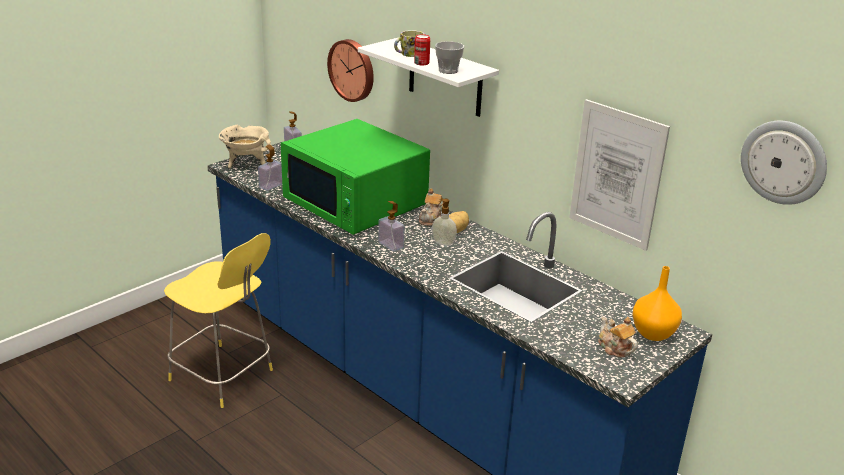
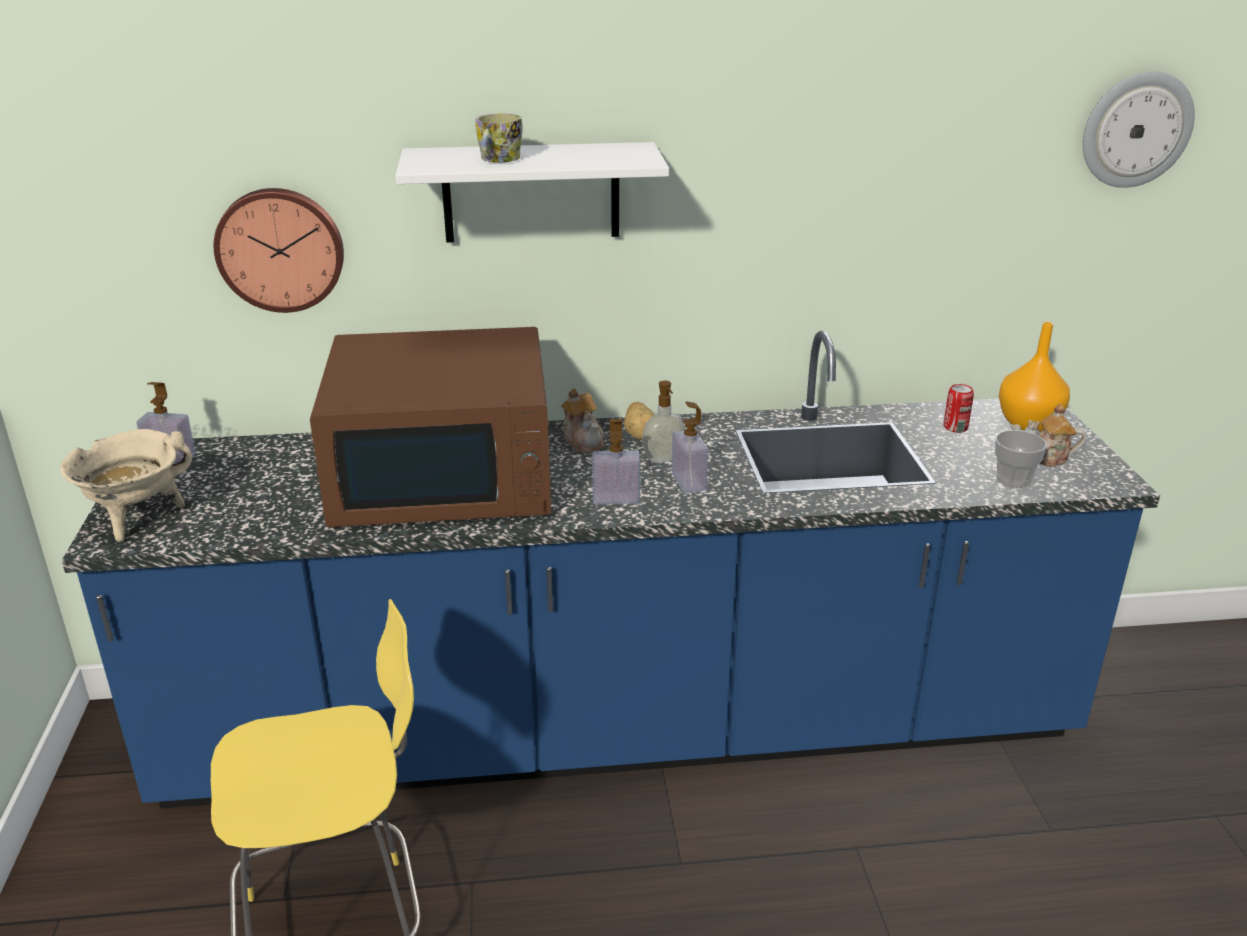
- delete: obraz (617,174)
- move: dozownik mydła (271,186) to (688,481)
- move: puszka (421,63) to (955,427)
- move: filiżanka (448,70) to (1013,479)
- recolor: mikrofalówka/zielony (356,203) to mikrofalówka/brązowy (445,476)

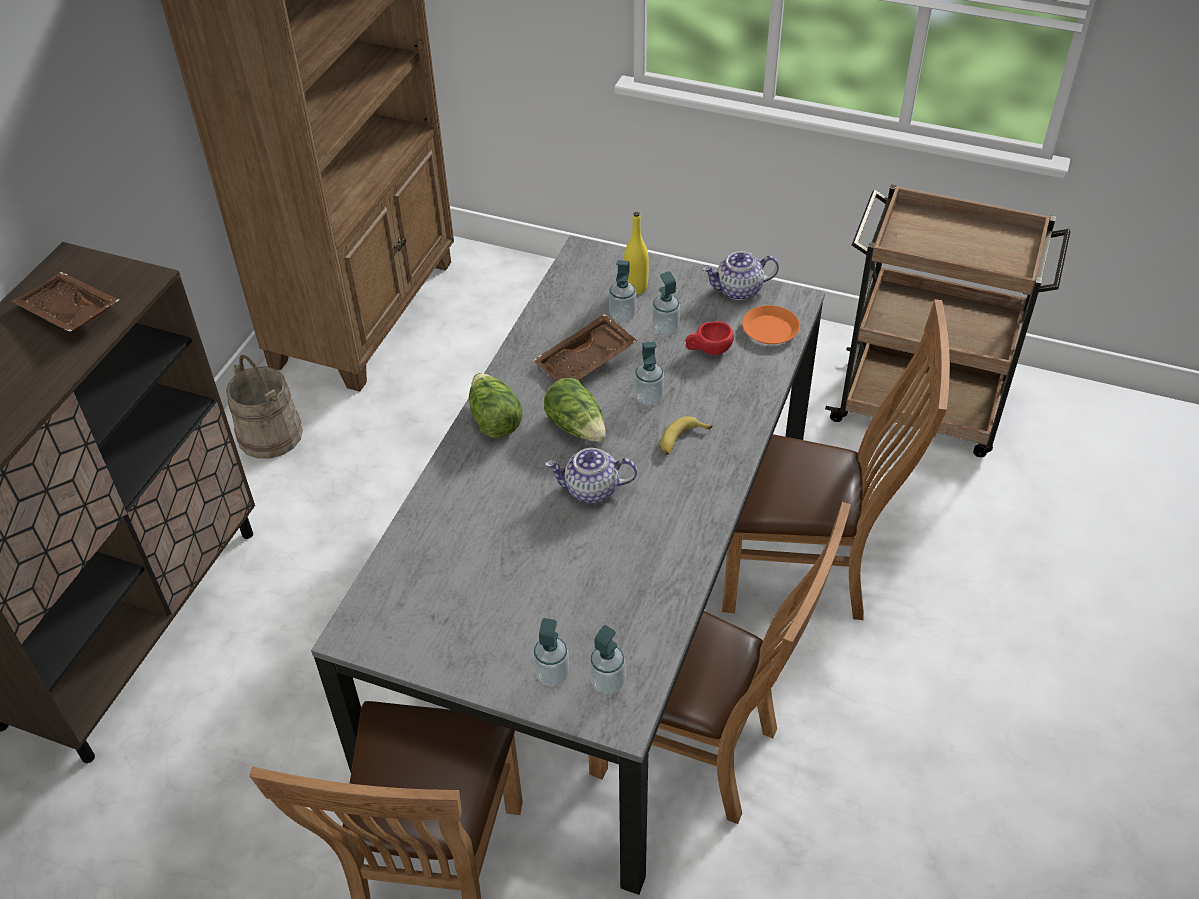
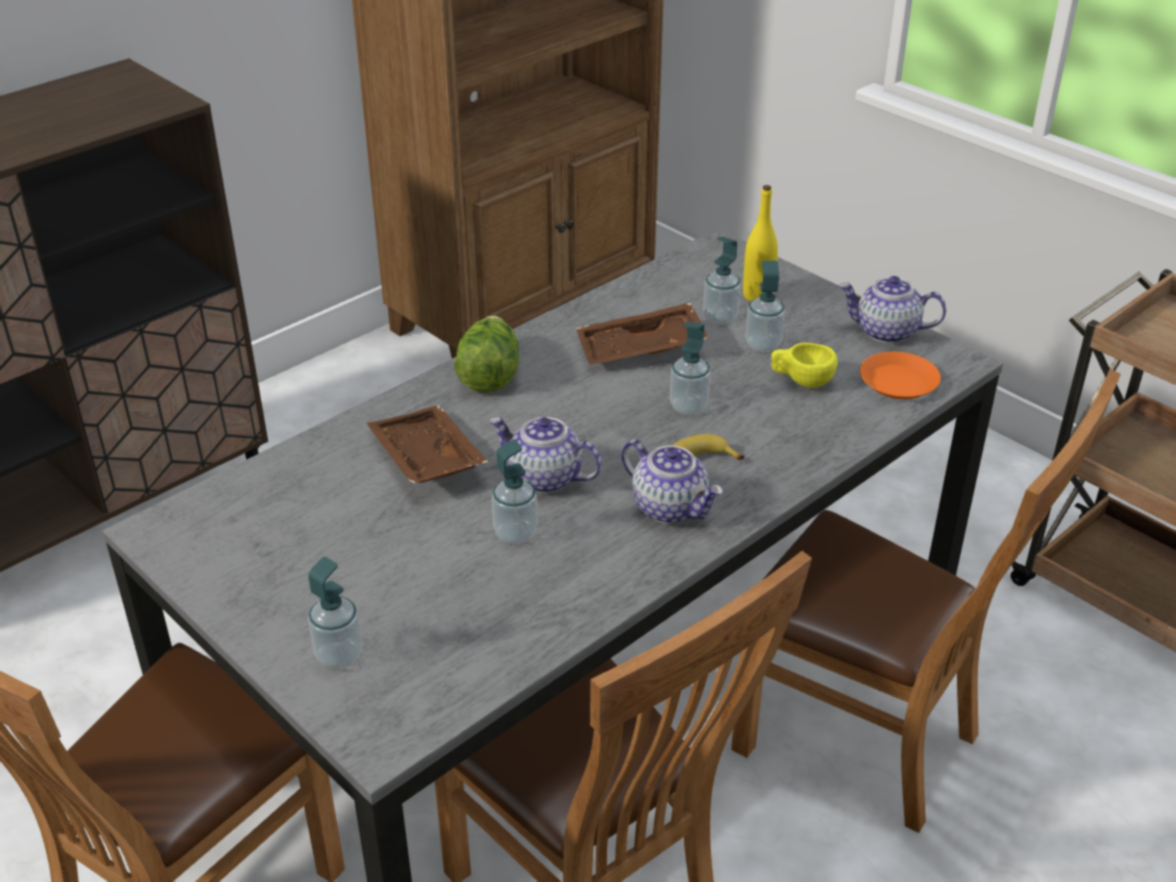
- delete: wiadro/beżowy (269,435)
- delete: sałata (577,426)
- insert: imbryk (671,507)
- move: taca/brązowy (68,314) to (424,459)
- move: dozownik mydła (608,682) to (515,534)
- recolor: filiżanka/czerwony (708,350) to filiżanka/żółty (801,380)

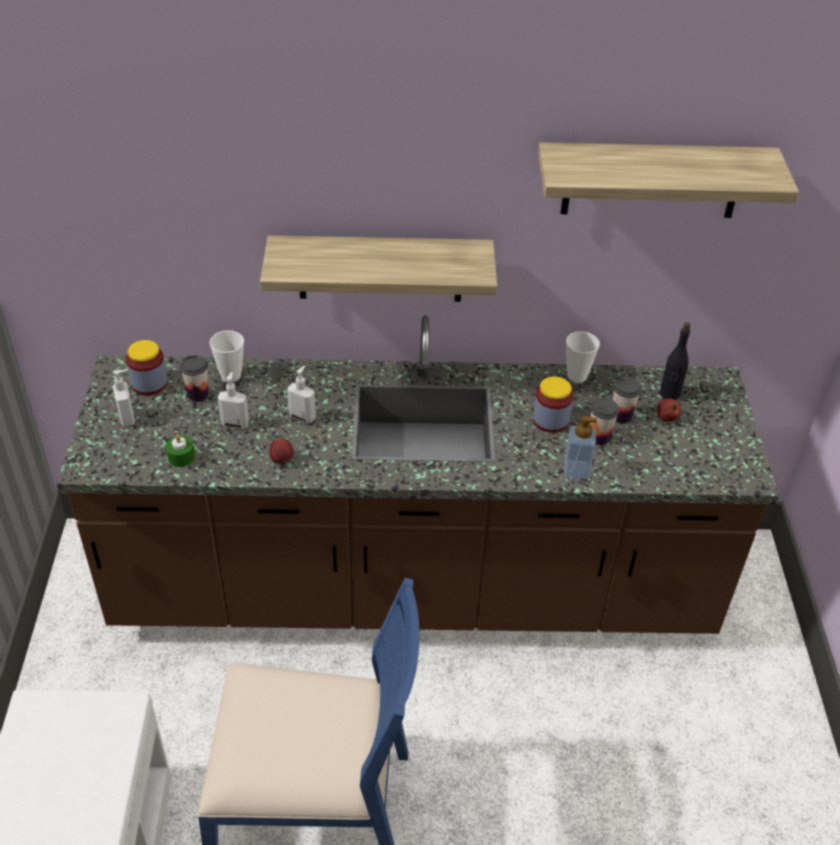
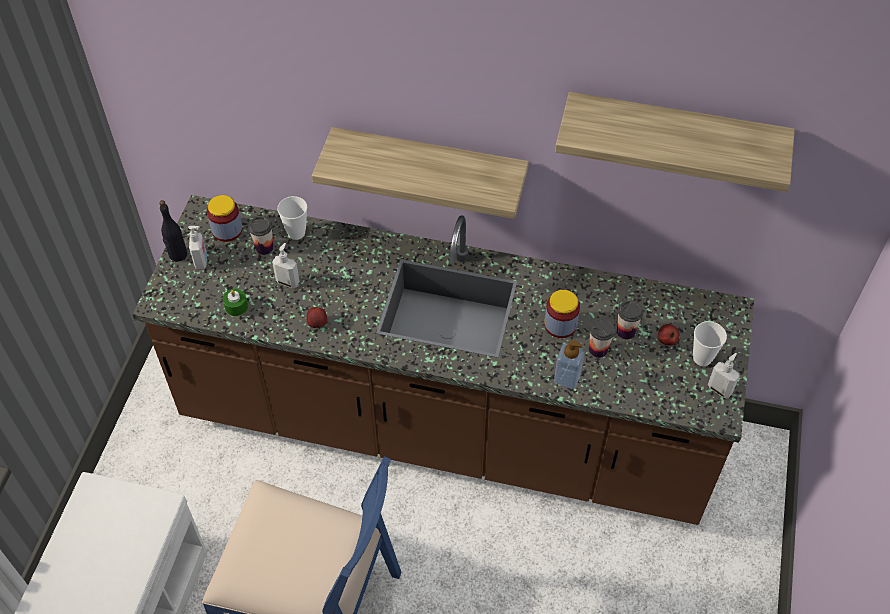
- move: dozownik mydła (303,417) to (720,389)
- move: filiżanka (577,376) to (702,358)
- move: butelka/czarny (669,394) to (178,255)

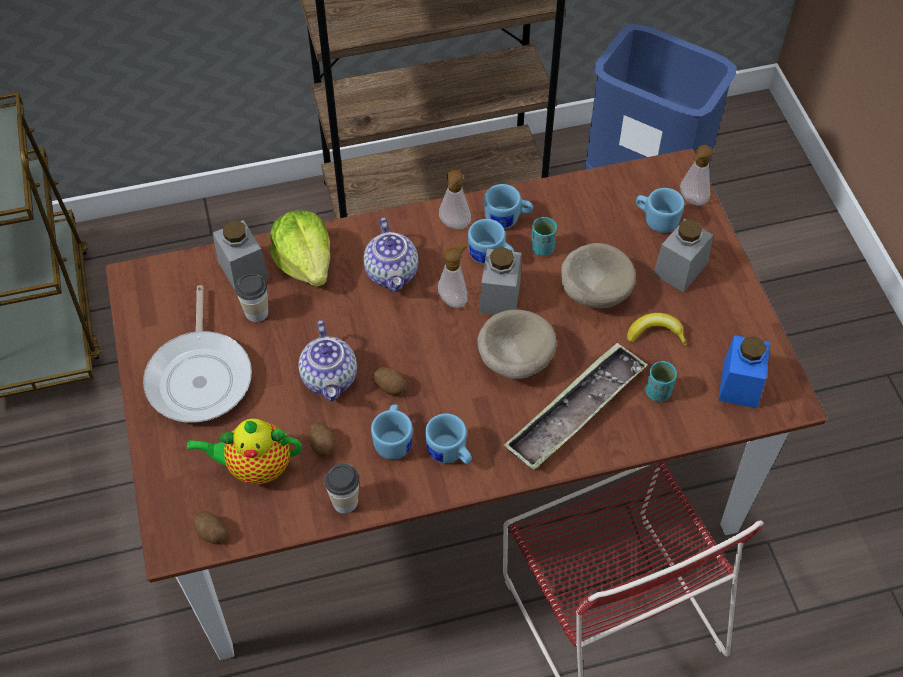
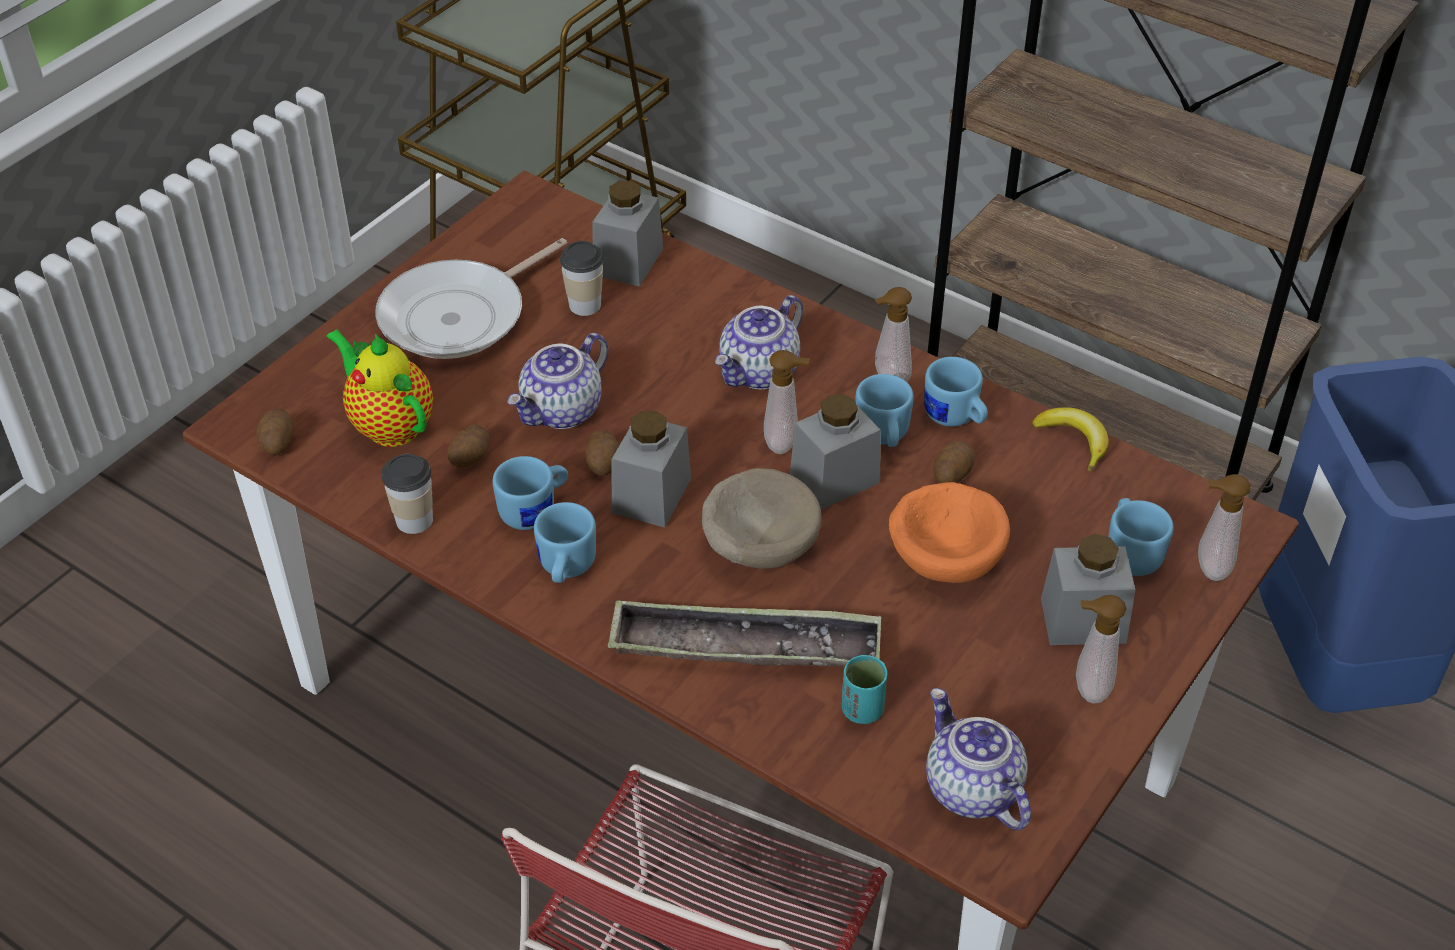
- delete: sałata (305,262)
- insert: słoik/szary (651,495)
- insert: dozownik mydła (1087,688)
- move: banan (655,333) to (1074,441)
- replace: filiżanka/turkusowy (542,248) to ziemniak (951,473)
- replace: słoik/niebieski (740,384) to imbryk (971,789)
- recolor: miska/beżowy (594,290) to miska/pomarańczowy (946,557)

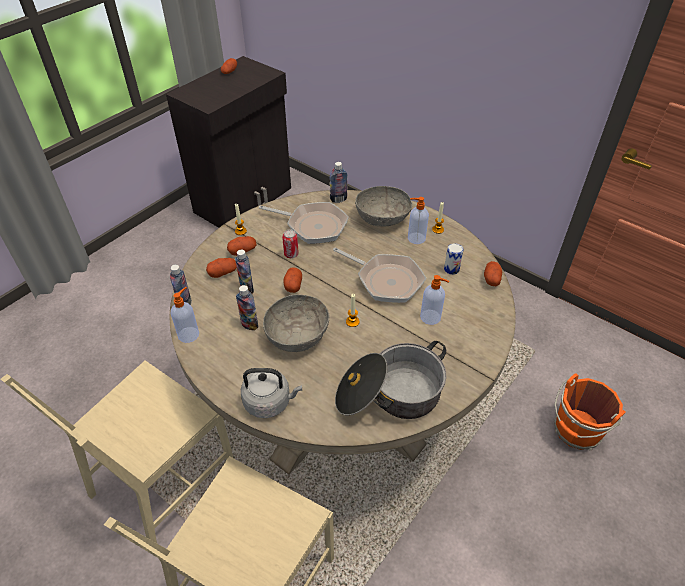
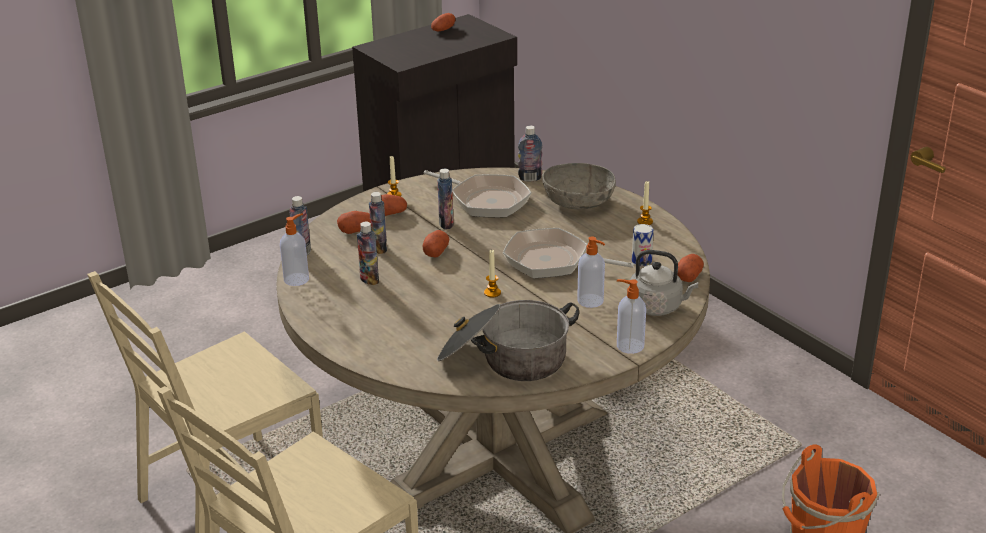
- delete: miska/szary (297,335)
- move: czajnik/szary (270,402) to (658,307)
- move: dozownik mydła (415,238) to (629,346)
- replace: puszka (291,254) to butelka (446,224)
- rotate: patelnia (386,280) = (552,261) 150 degrees clockwise

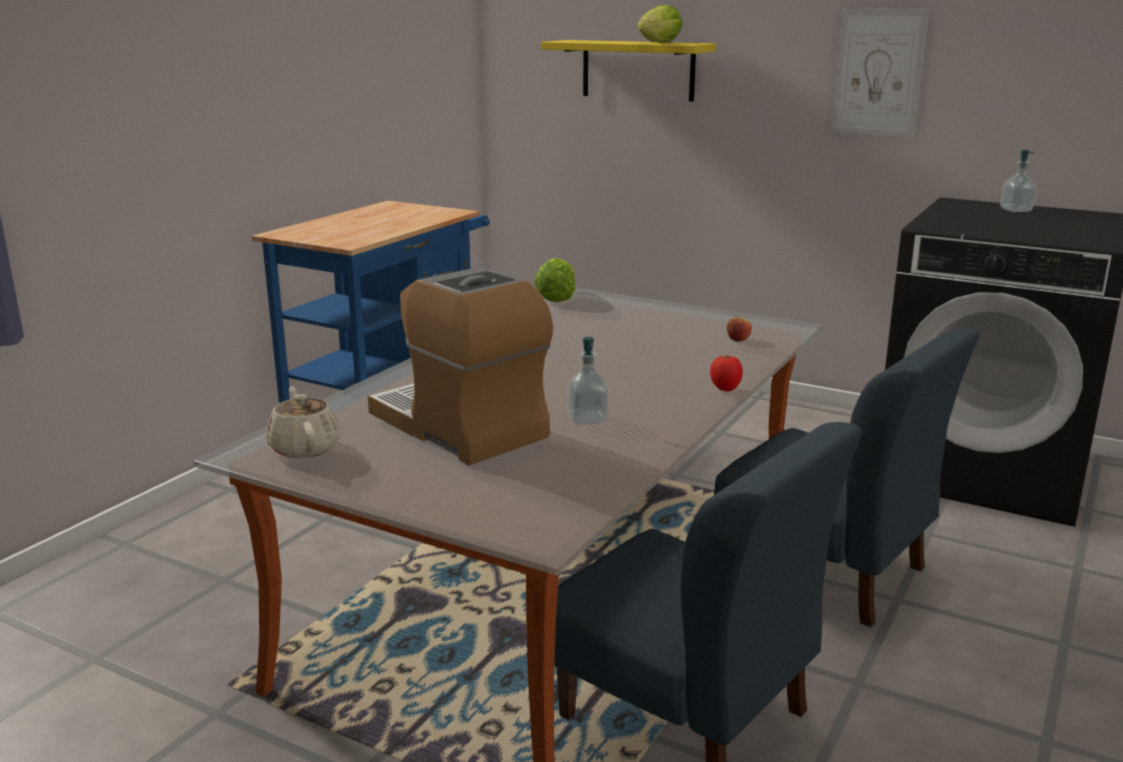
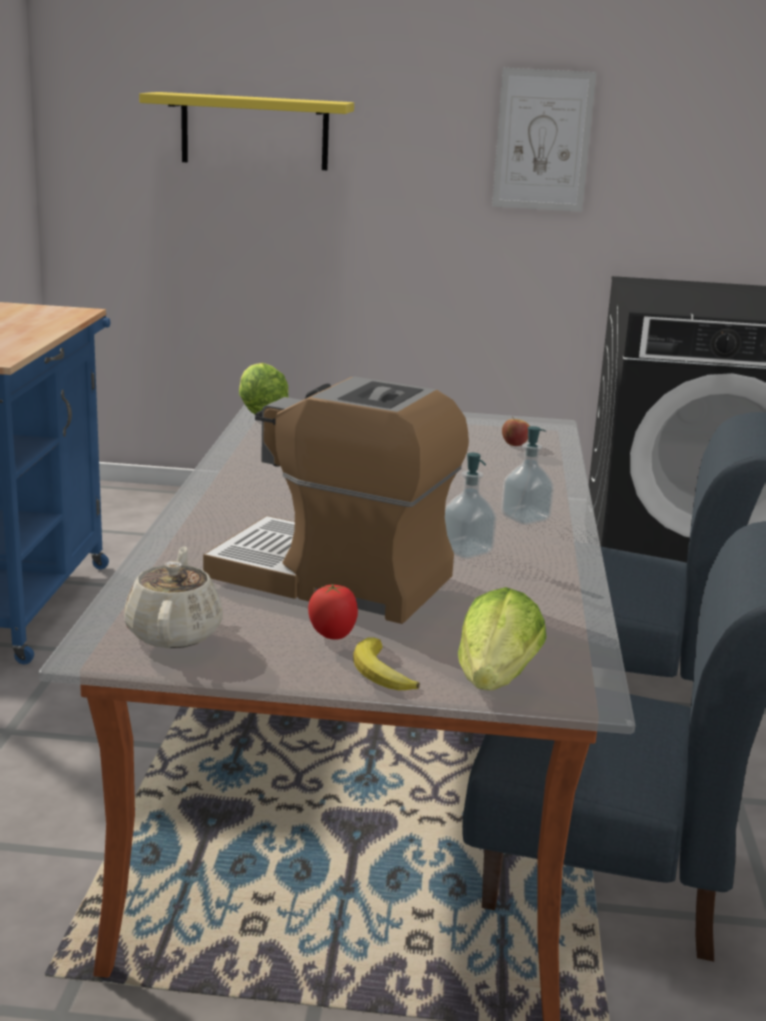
- insert: banan (380,672)
- move: sałata (659,42) to (496,680)
- move: pomidor (725,390) to (333,636)
- move: dozownik mydła (1015,210) to (525,518)
- rotate: imbryk/beżowy (304,447) = (174,632) 45 degrees clockwise

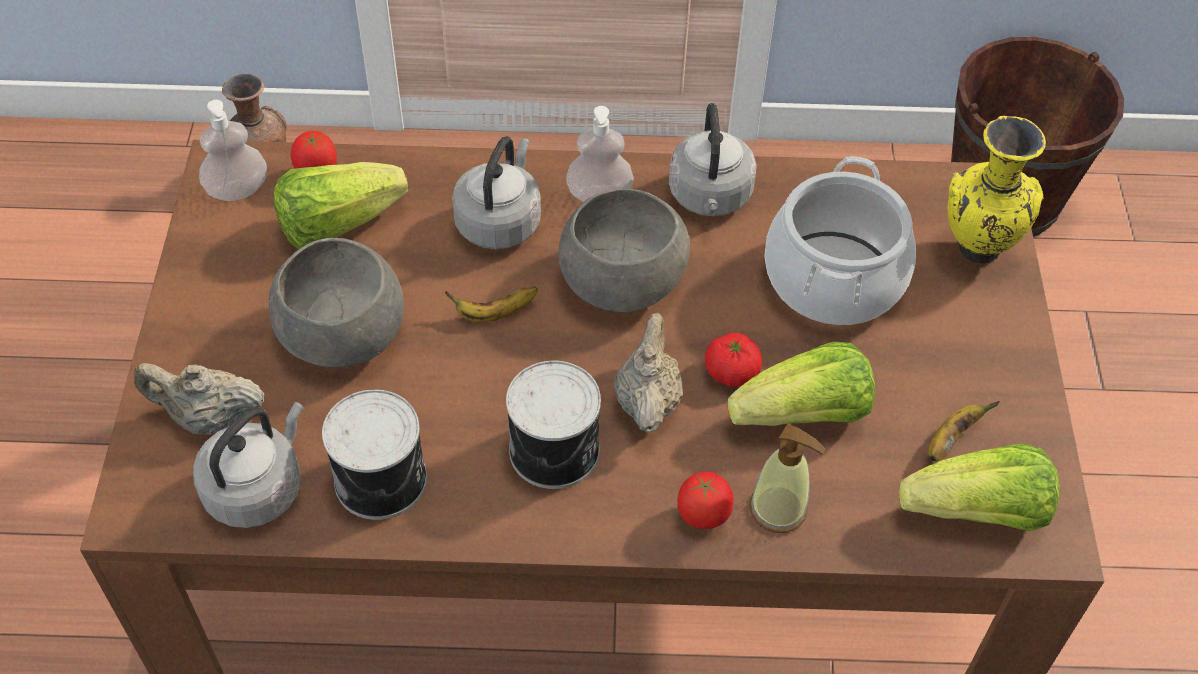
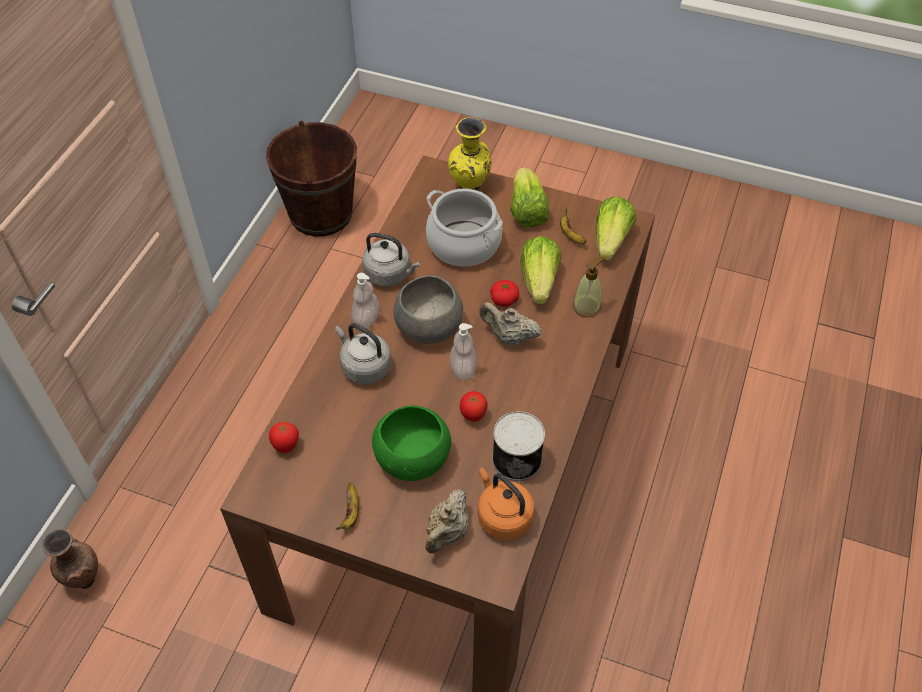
- delete: puszka (556,451)
- move: dozownik mydła (237,189) to (463,369)
- move: sałata (338,224) to (527,211)
- move: banan (494,313) to (351,513)
- move: pomidor (702,516) to (473,415)
- recolor: czajnik/szary (258,488) to czajnik/pomarańczowy (502,516)
- recolor: miska/szary (340,333) to miska/zielony (412,458)

